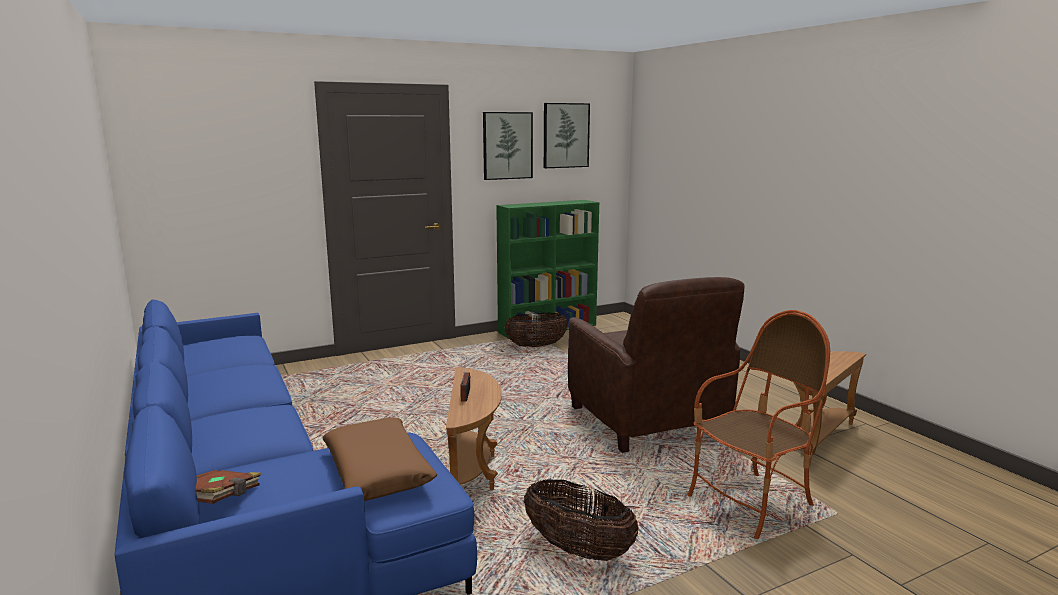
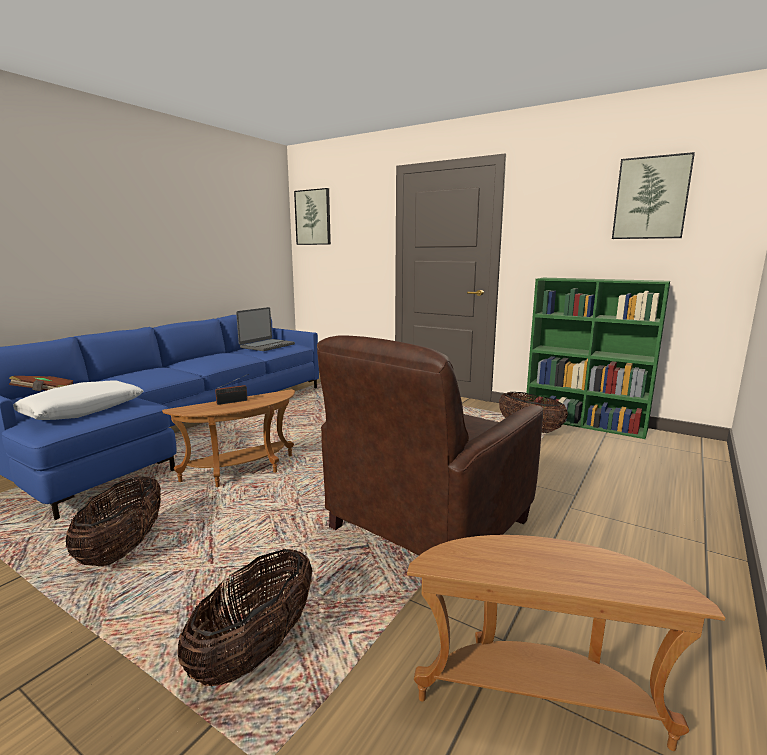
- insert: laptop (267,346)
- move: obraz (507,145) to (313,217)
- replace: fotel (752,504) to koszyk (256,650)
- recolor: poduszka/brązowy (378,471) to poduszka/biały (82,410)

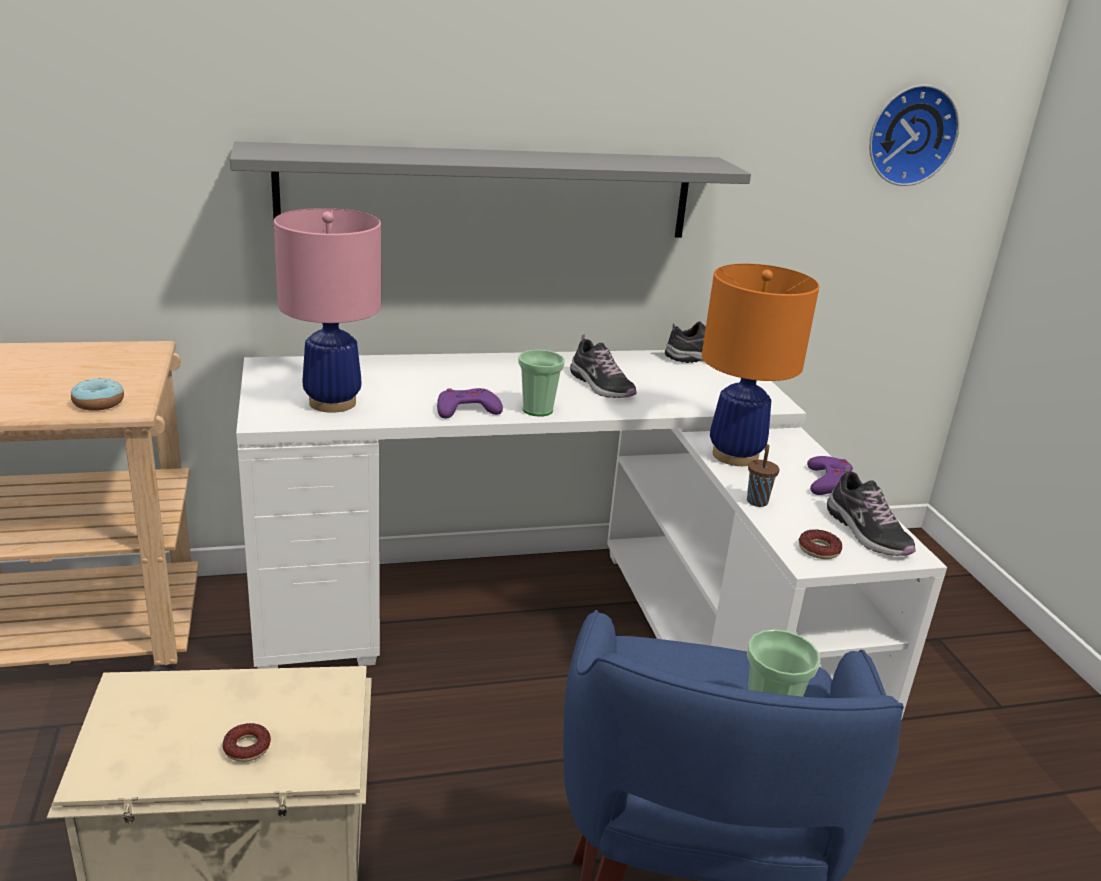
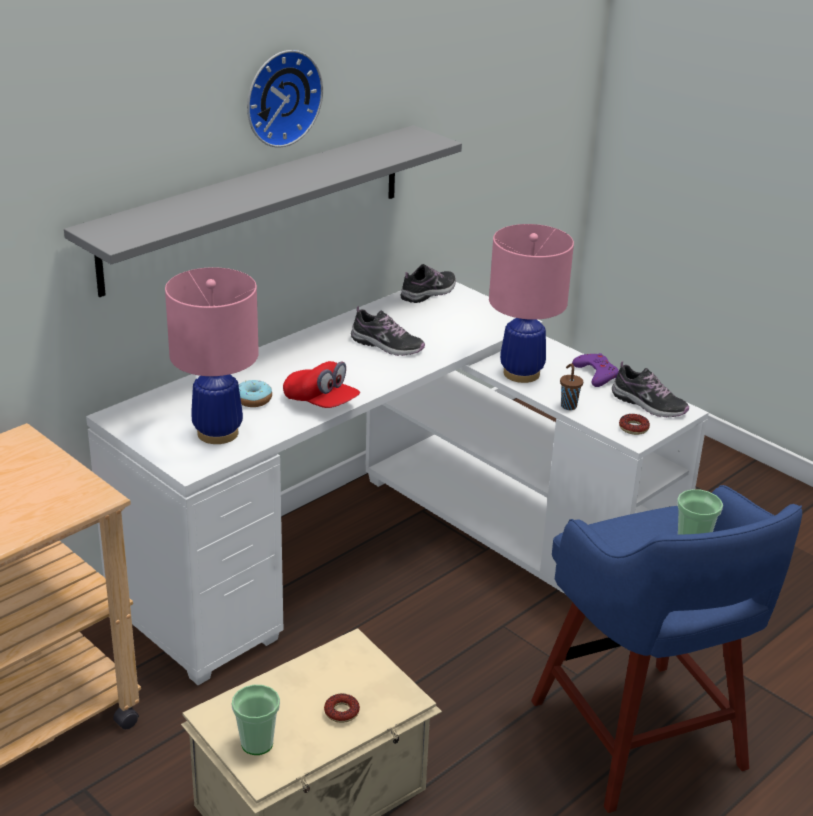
- move: donut (98,403) to (253,400)
- move: filiżanka (537,410) to (257,743)
- move: zegar ścienny (909,134) to (280,97)
- replace: pad do gier/fioletowy (467,409) to czapka z daszkiem/czerwony (321,403)
- recolor: lampa stołowa/pomarańczowy (735,455) to lampa stołowa/różowy (521,373)

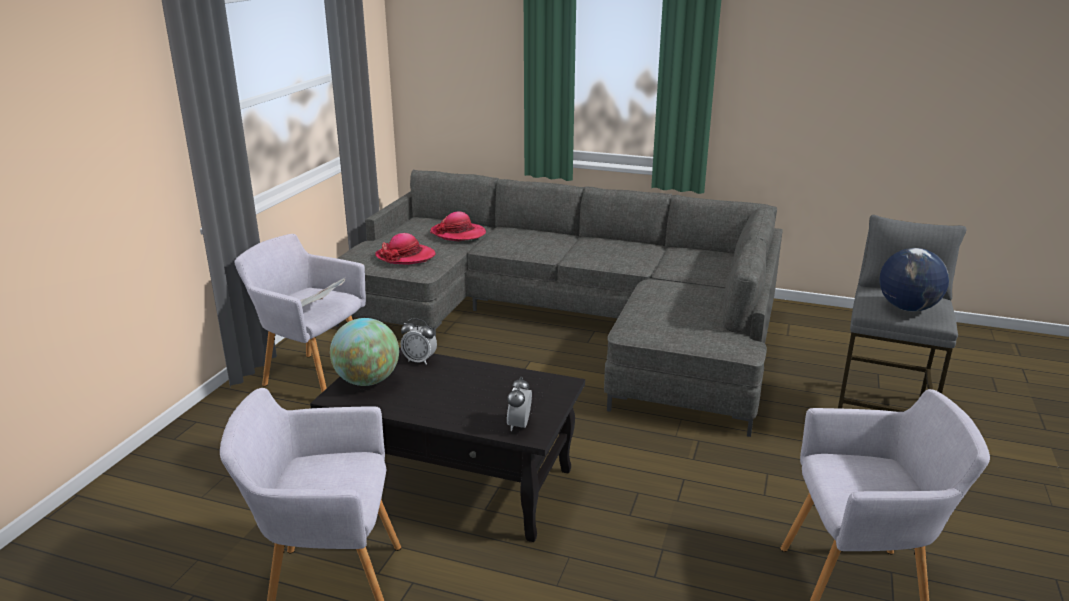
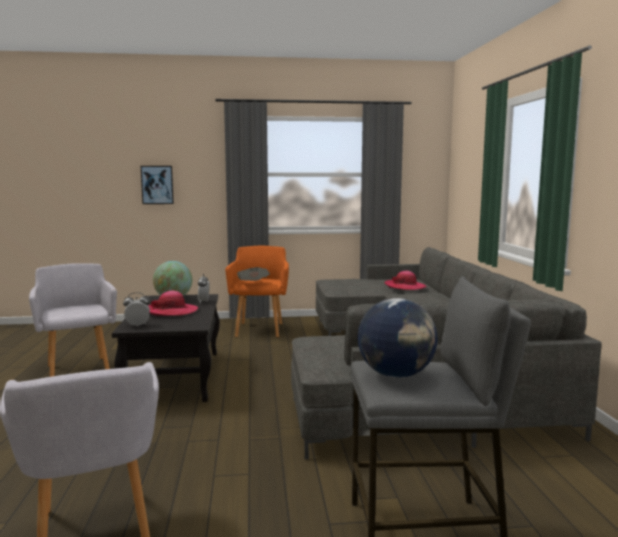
- insert: obraz (157,185)
- move: kapelusz (405,256) to (171,311)
- recolor: fotel/szary (313,376) to fotel/pomarańczowy (260,329)

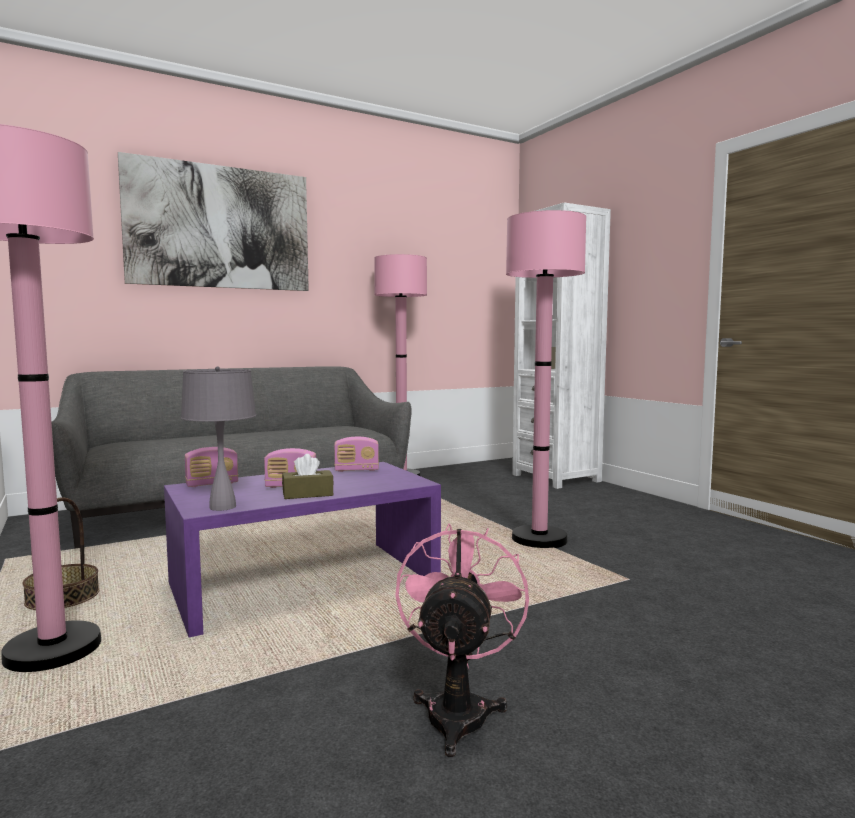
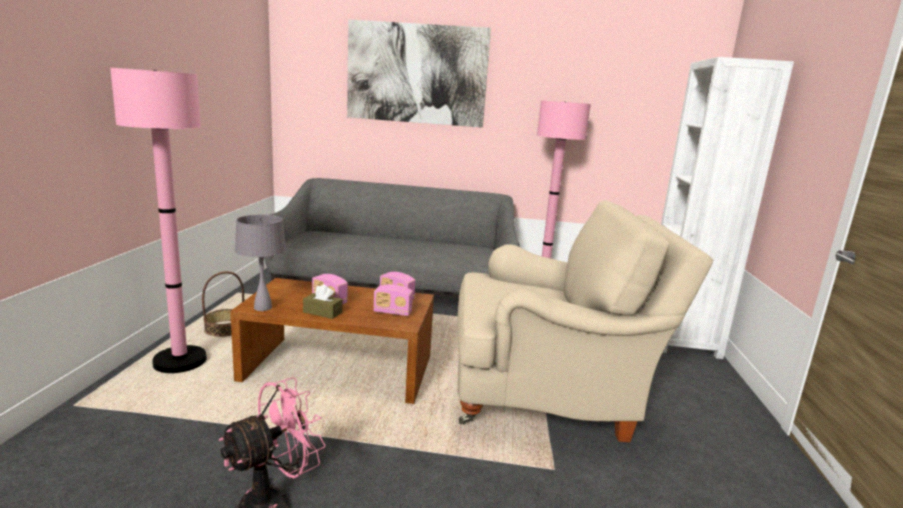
- move: radio (212,484) to (392,312)
- replace: lampa stojąca/różowy (539,539) to fotel/beżowy (548,398)
- recolor: ława/fioletowy (304,582) to ława/brązowy (339,368)

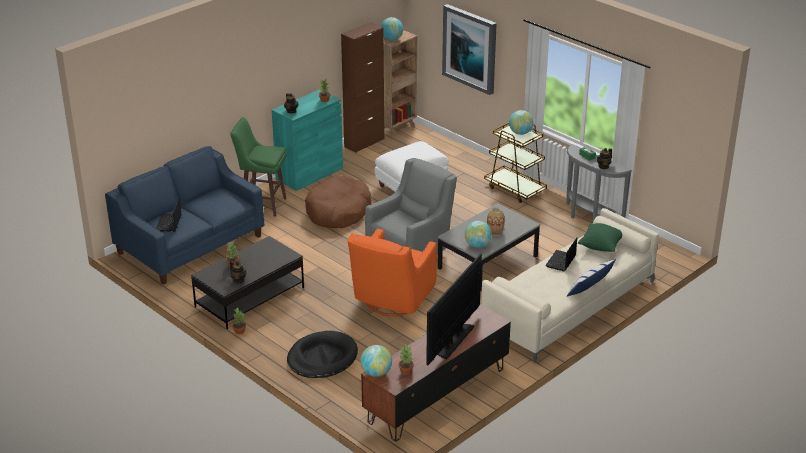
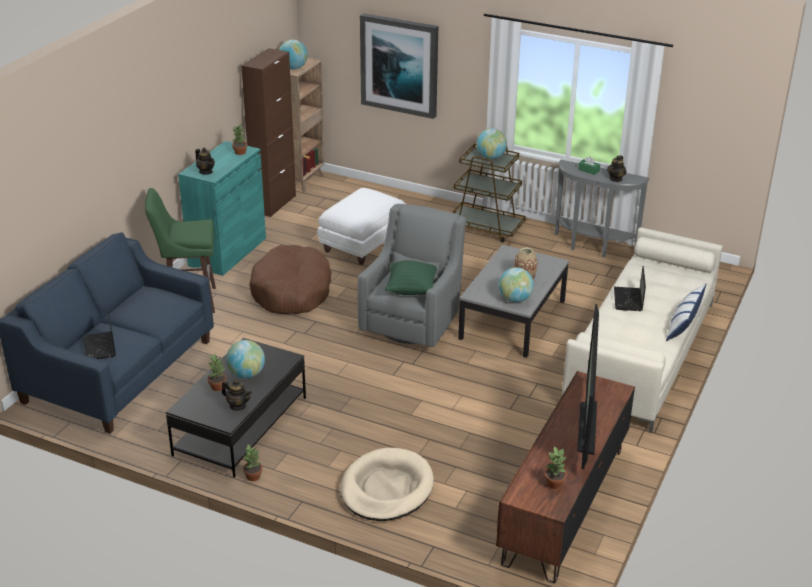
- delete: fotel/pomarańczowy (391,301)
- move: globus (376,373) to (246,374)
- move: poduszka/zielony (600,246) to (411,289)
- recolor: legowisko/czarny (322,358) to legowisko/beżowy (386,488)

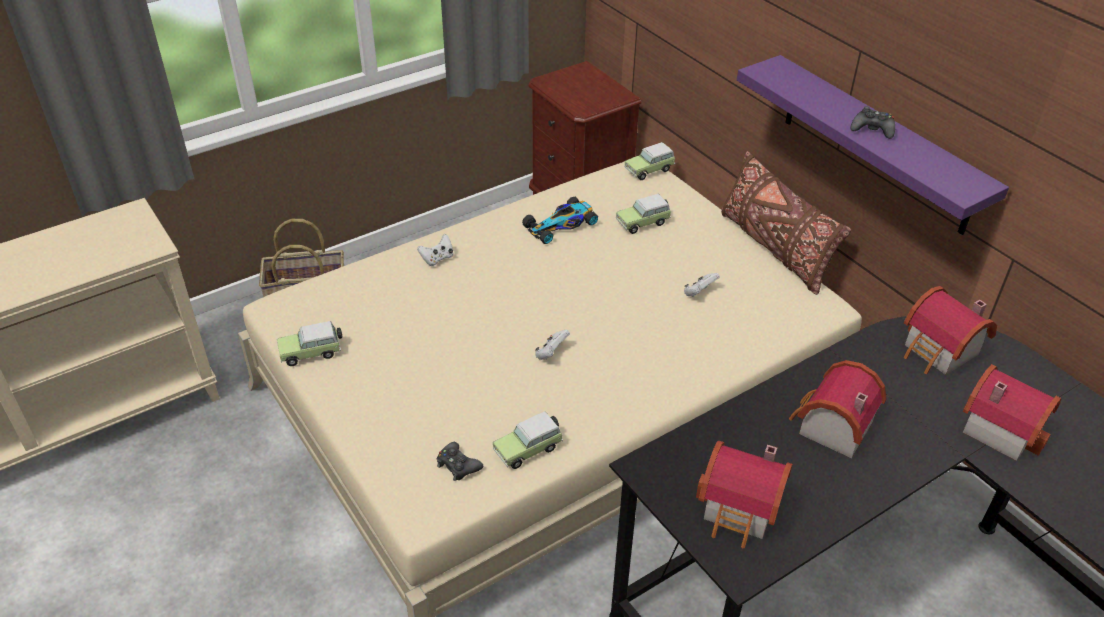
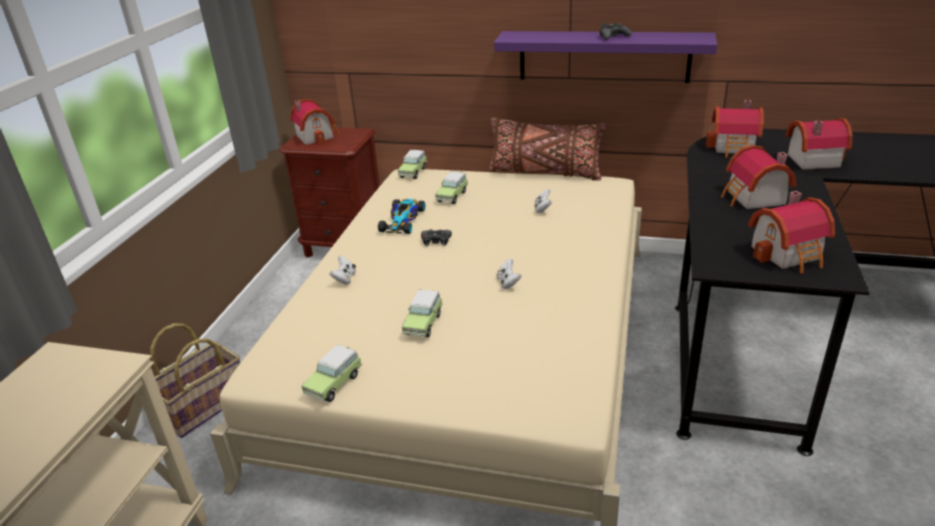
- insert: domek (317,136)
- move: pad do gier/czarny (458,465) to (436,241)
- move: samochodzik (529,449) to (424,323)

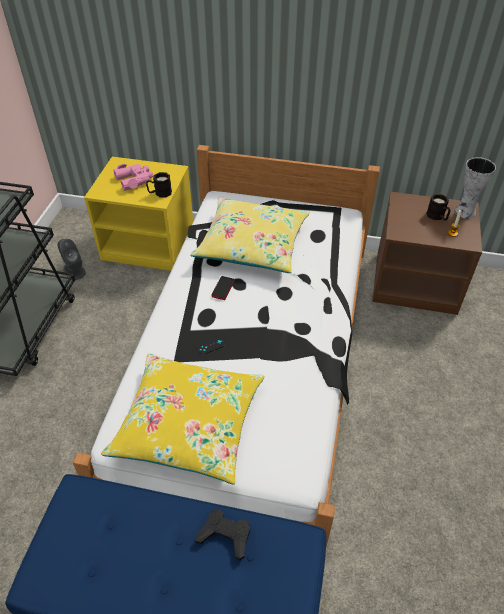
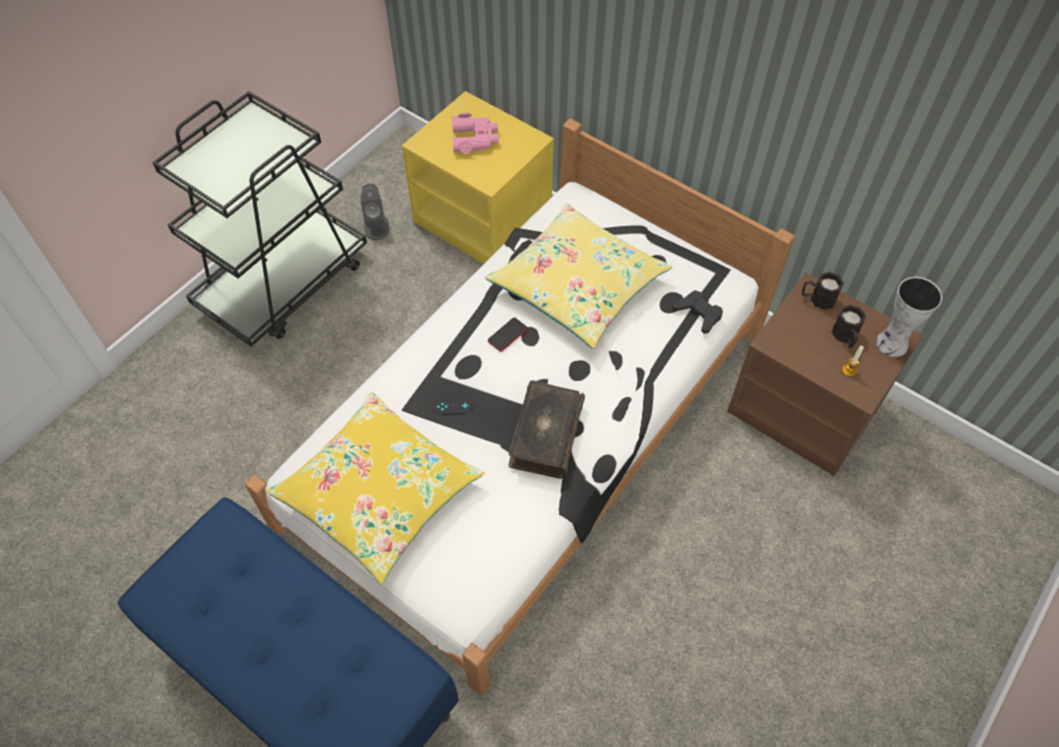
- insert: książka (545,435)
- move: kubek/czarny (160,193) to (817,299)
- move: pad do gier/czarny (225,535) to (698,314)

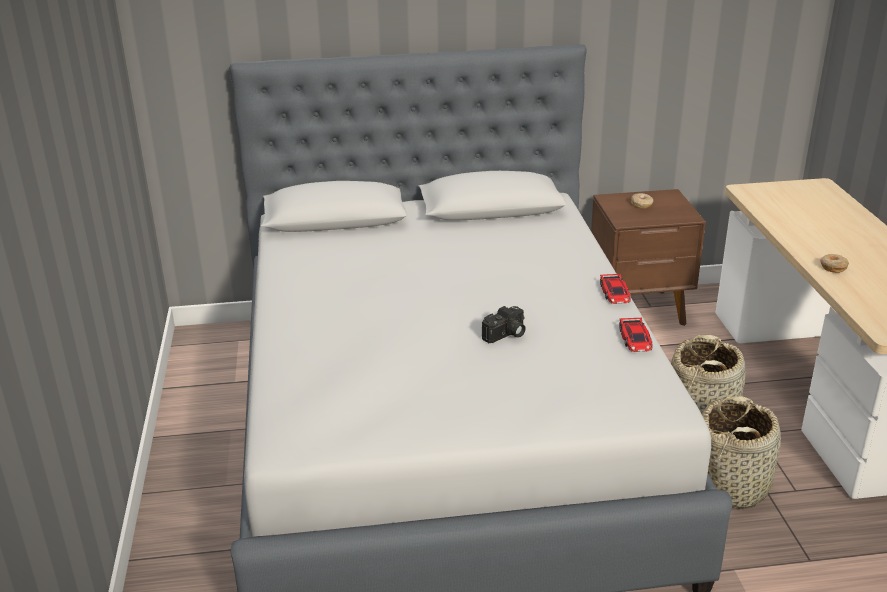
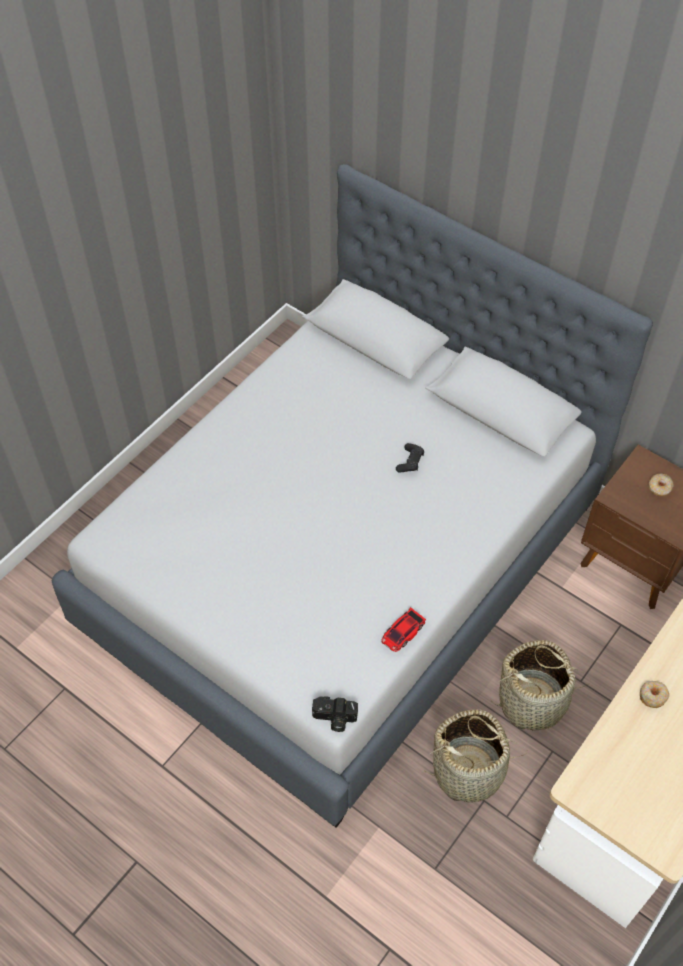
- delete: samochodzik (615,293)
- insert: pad do gier/czarny (410,462)
- move: aparat fotograficzny (506,335) to (334,719)

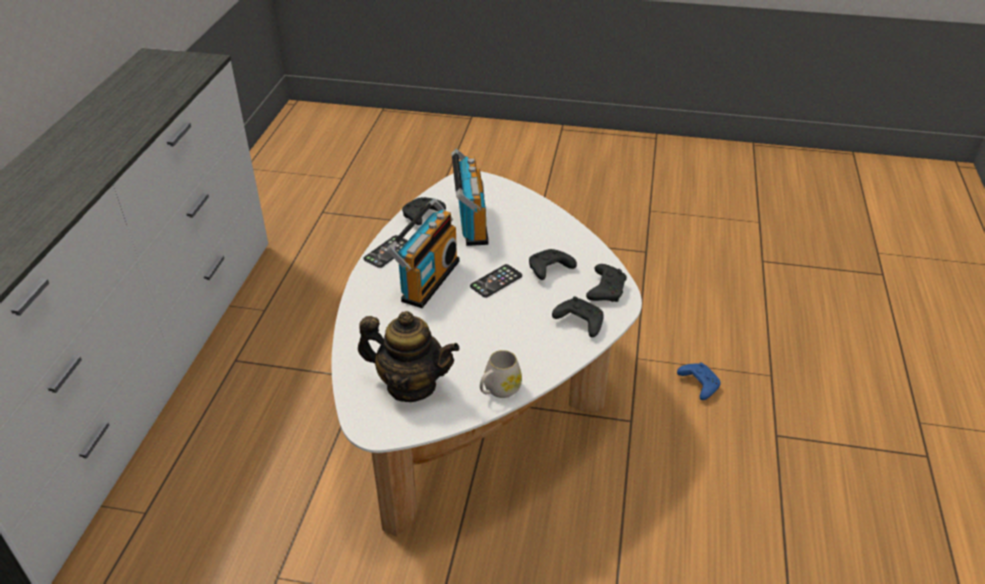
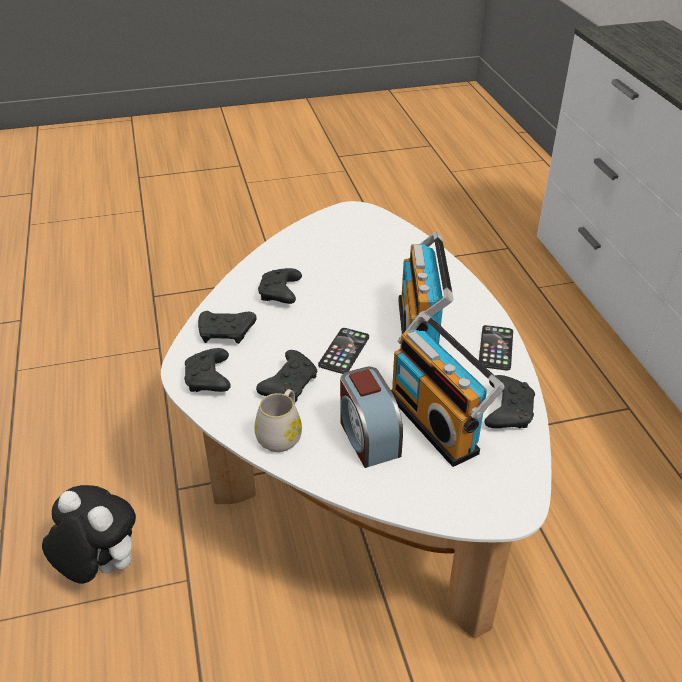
- delete: imbryk (411,385)
- insert: pad do gier/czarny (280,294)
- insert: budzik (368,437)
- move: kubek/biały (498,390) to (281,434)
- replace: pad do gier/niebieski (698,384) to pluszak (99,567)

